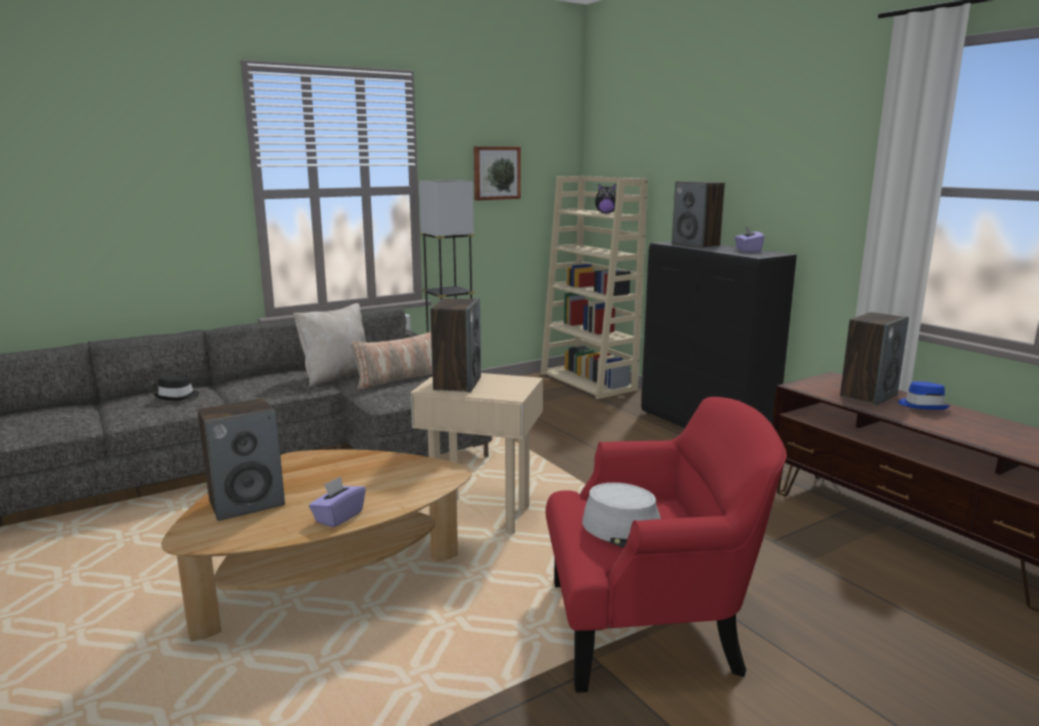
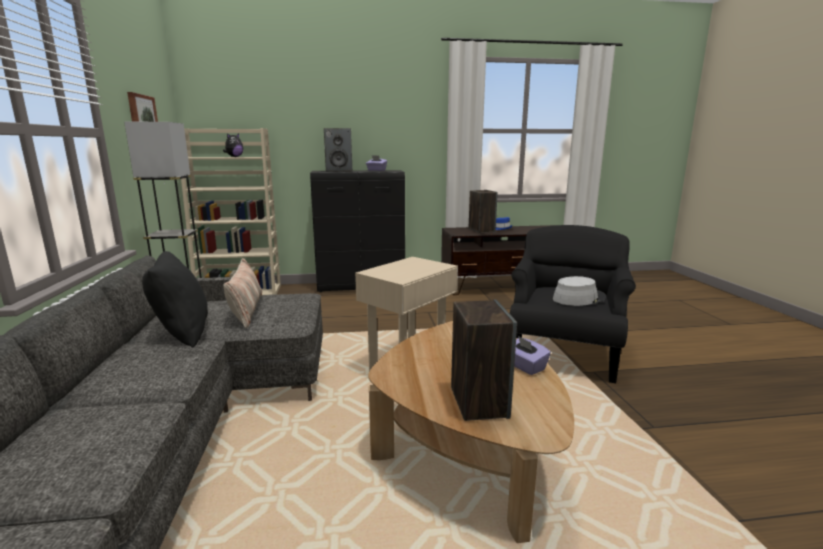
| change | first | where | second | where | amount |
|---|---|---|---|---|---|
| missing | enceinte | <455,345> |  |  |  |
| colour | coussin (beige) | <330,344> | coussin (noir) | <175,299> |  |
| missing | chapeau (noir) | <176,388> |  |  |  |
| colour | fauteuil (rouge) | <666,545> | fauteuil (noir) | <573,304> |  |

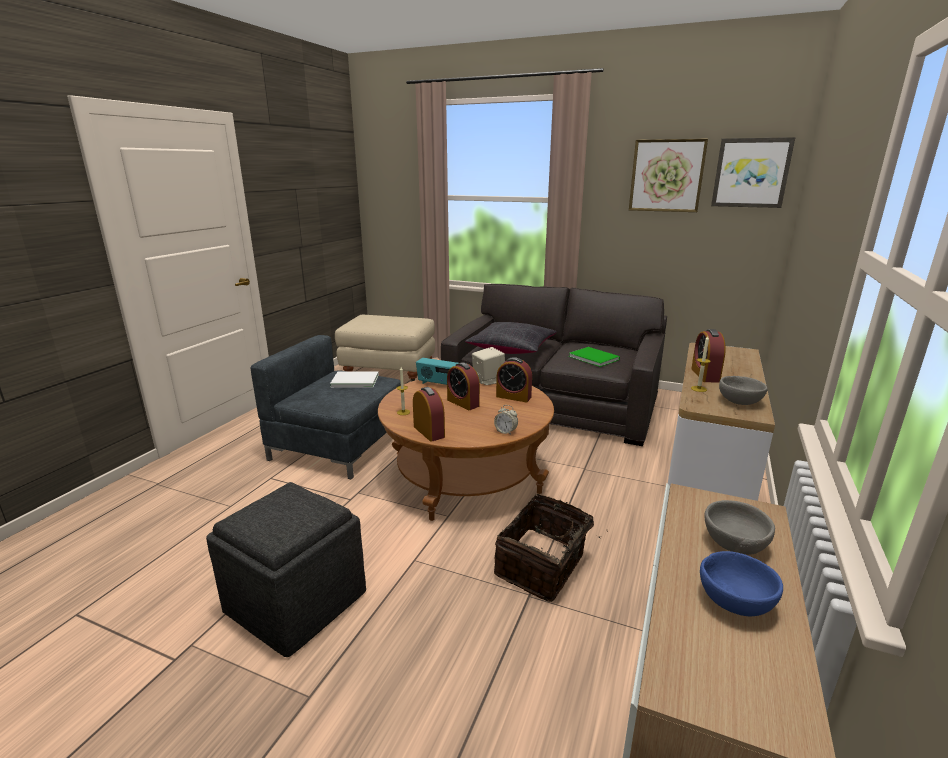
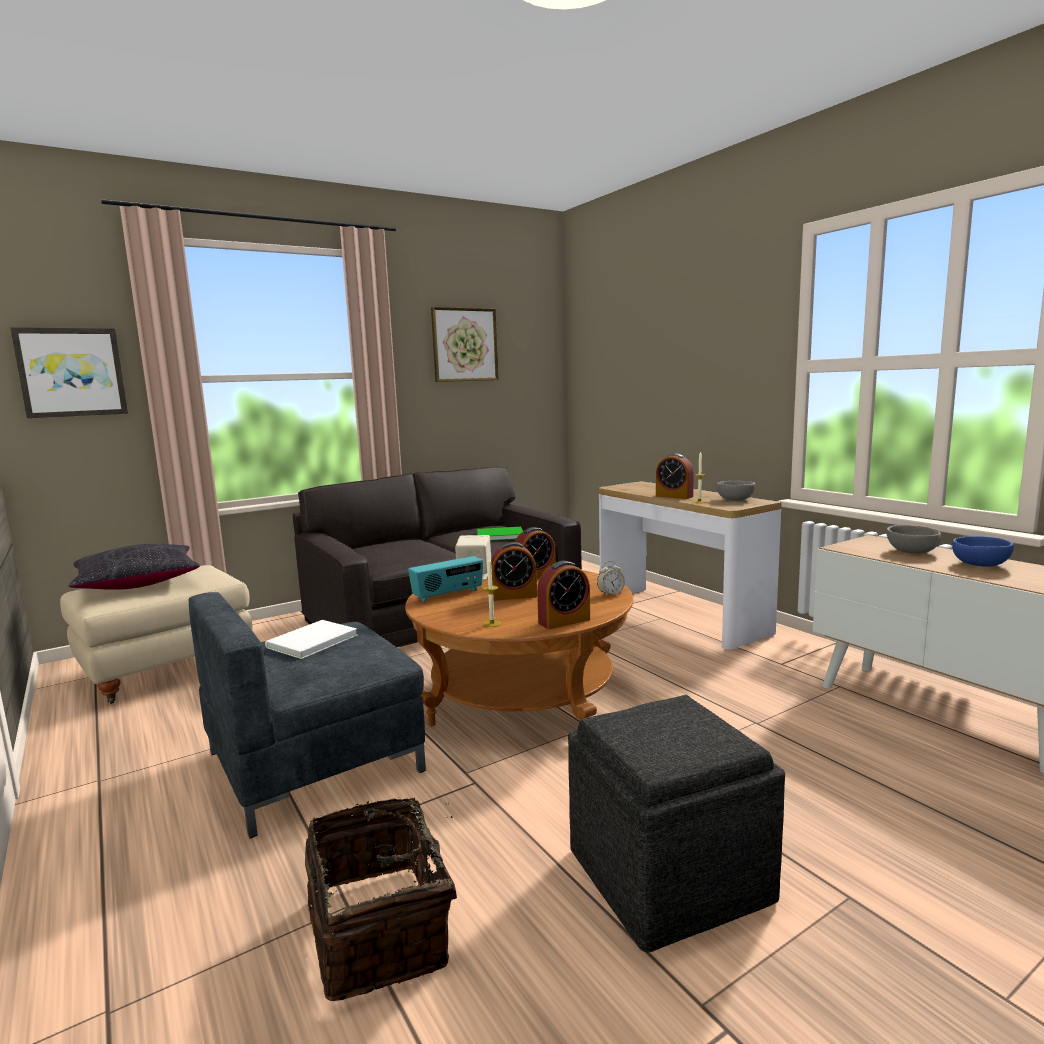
| change | first | where | second | where | amount |
|---|---|---|---|---|---|
| relocated | tableau | <753,172> |  | <69,372> |  |
| relocated | coussin (noir) | <511,338> |  | <134,567> |  |
| spun | réveil | <429,414> |  | <563,595> | 150 degrees clockwise |
| relocated | panier | <551,547> |  | <381,899> |  |

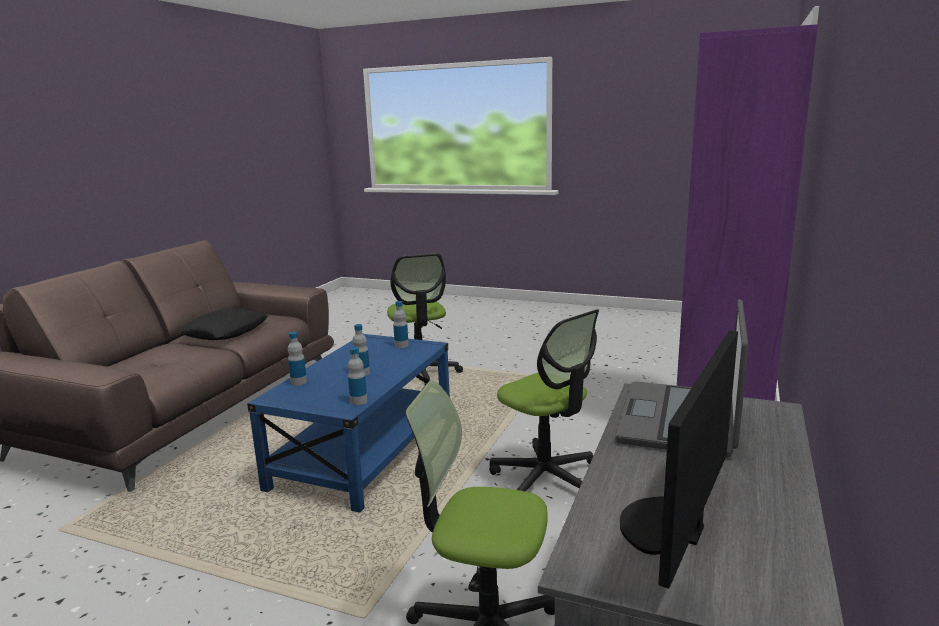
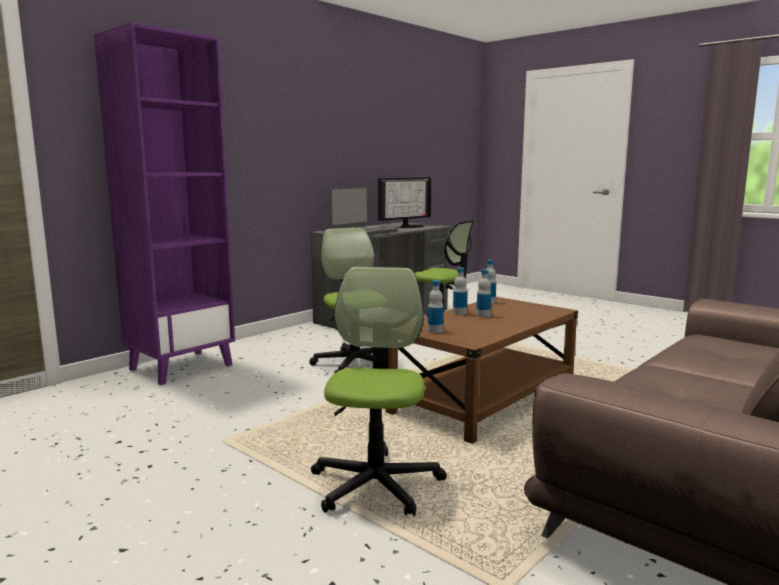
| change | first | where | second | where | amount |
|---|---|---|---|---|---|
| missing | coussin (noir) | <222,324> |  |  |  |
| relocated | bouteille | <297,359> |  | <460,291> |  |
| colour | table basse (bleu) | <348,423> | table basse (marron) | <482,370> |  |

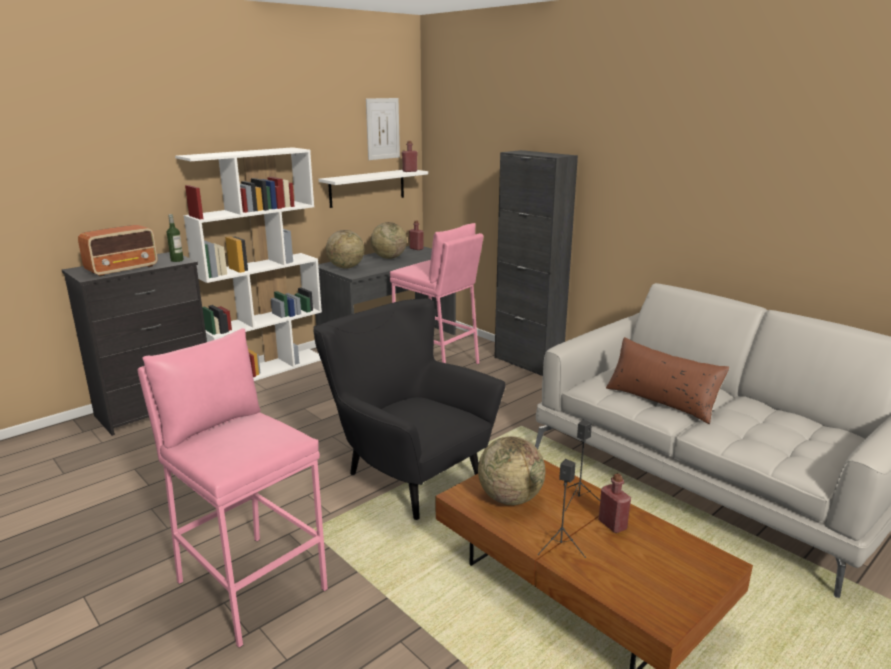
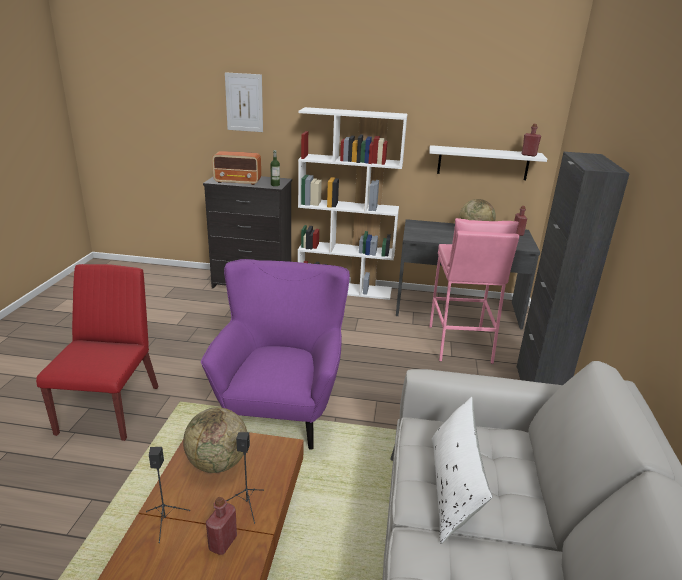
| change | first | where | second | where | amount |
|---|---|---|---|---|---|
| relocated | tableau | <383,129> |  | <244,102> |  |
| missing | globe | <345,249> |  |  |  |
| colour | fauteuil (noir) | <409,409> | fauteuil (violet) | <275,354> |  |
| exchanged | tabouret (rose) | <233,488> | chaise (rouge) | <97,352> |  |
| colour | coussin (marron) | <668,380> | coussin (blanc) | <462,470> |  |

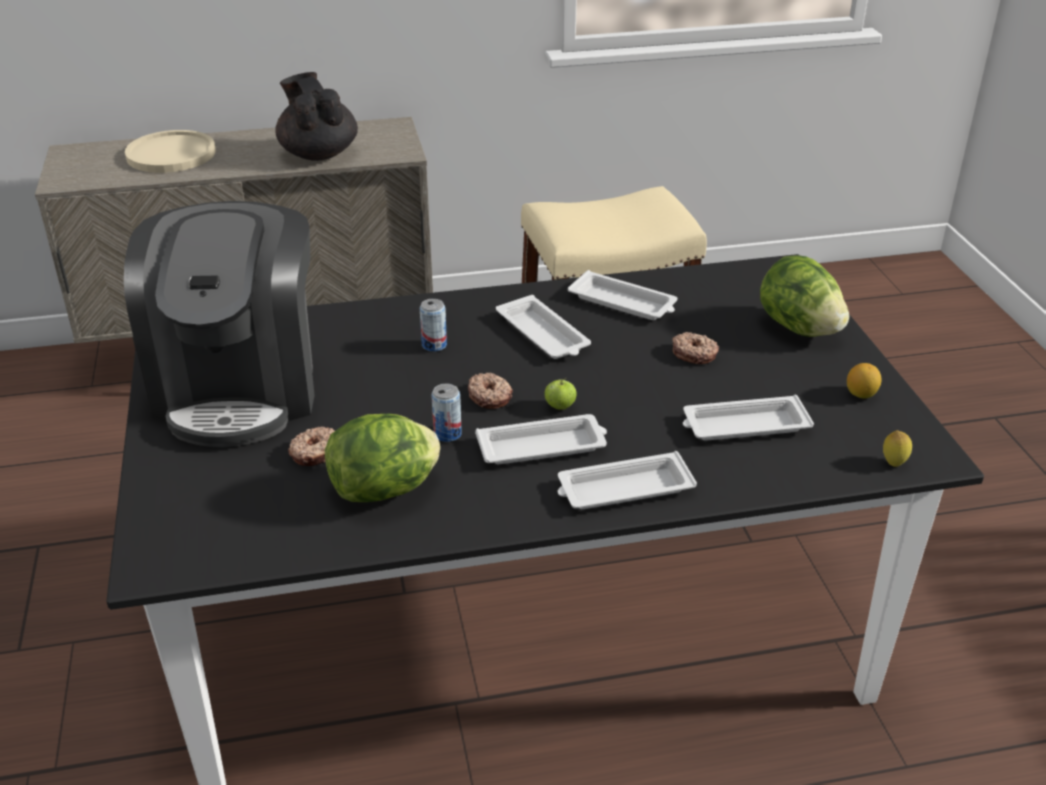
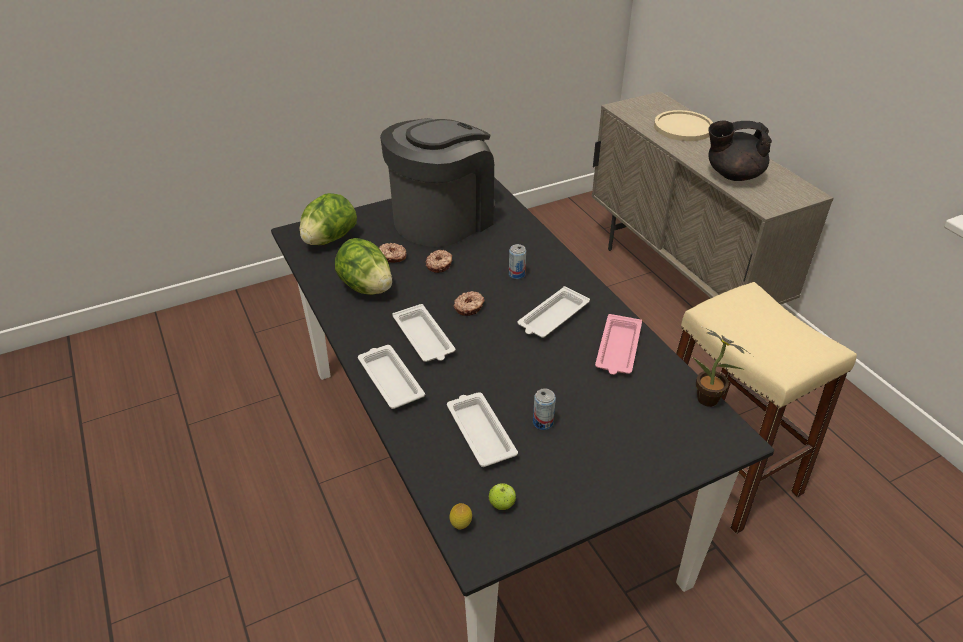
| change | first | where | second | where | amount |
|---|---|---|---|---|---|
| spun | théière (noir) | <316,116> |  | <740,150> | 135 degrees counterclockwise |
| spun | machine à café | <219,324> |  | <437,182> | 150 degrees clockwise |
| relocated | laitue | <804,296> |  | <328,219> |  |
| colour | plateau (blanc) | <622,295> | plateau (rose) | <618,344> |  |
| relocated | beignet | <695,348> |  | <438,261> |  |
| missing | citron | <864,381> |  |  |  |
| relocated | pomme | <560,394> |  | <502,496> |  |
| relocated | boîte métallique | <446,413> |  | <544,409> |  |
| appeared |  |  | plante en pot | <722,366> |  |

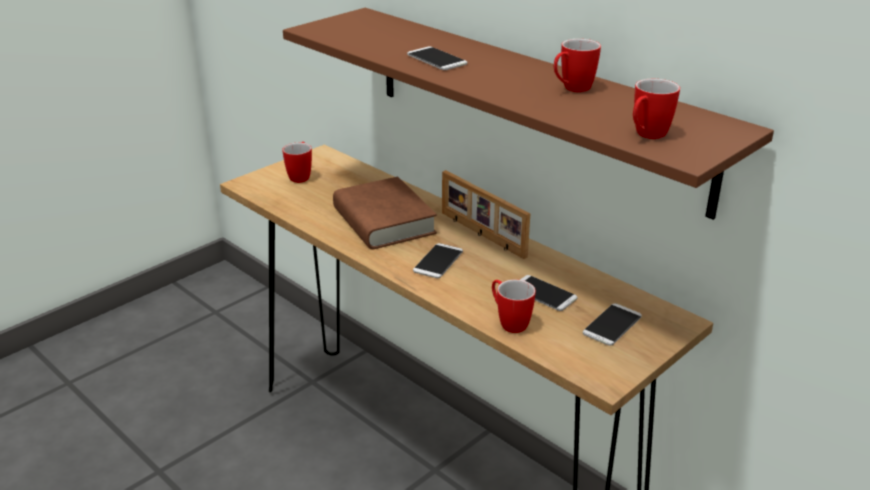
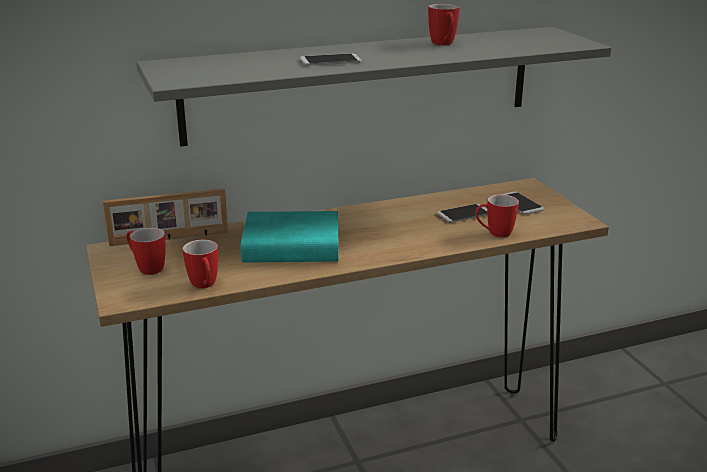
| change | first | where | second | where | amount |
|---|---|---|---|---|---|
| colour | étagère (marron) | <528,114> | étagère (gris) | <374,87> |  |
| relocated | mug | <656,109> |  | <200,264> |  |
| relocated | cadre photo | <486,214> |  | <165,217> |  |
| colour | livre (marron) | <385,213> | livre (turquoise) | <290,237> |  |
| missing | téléphone | <438,260> |  |  |  |

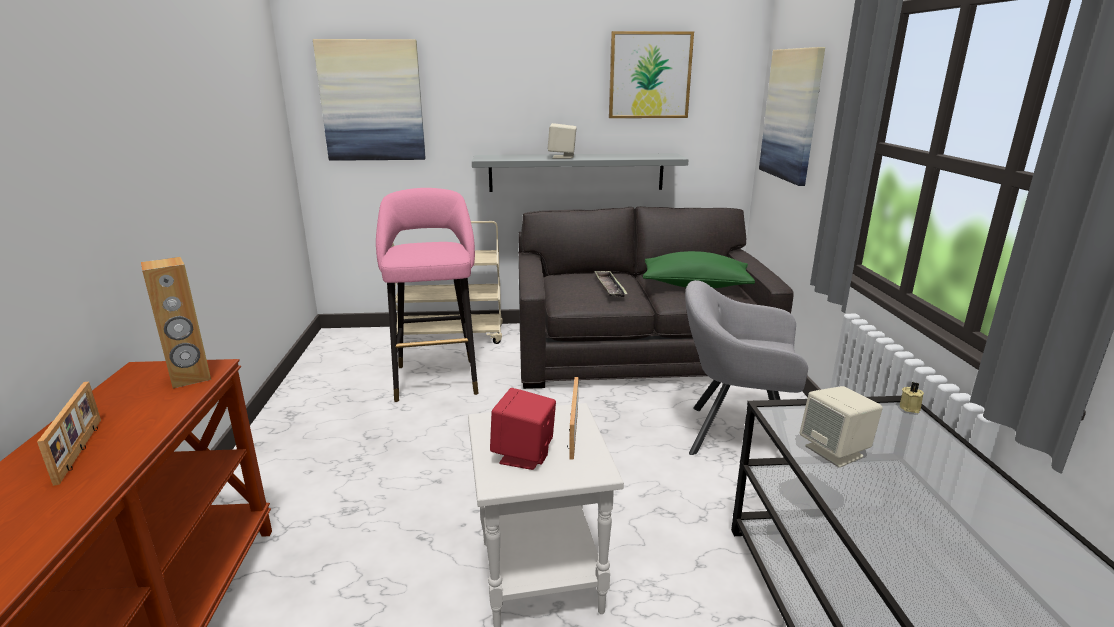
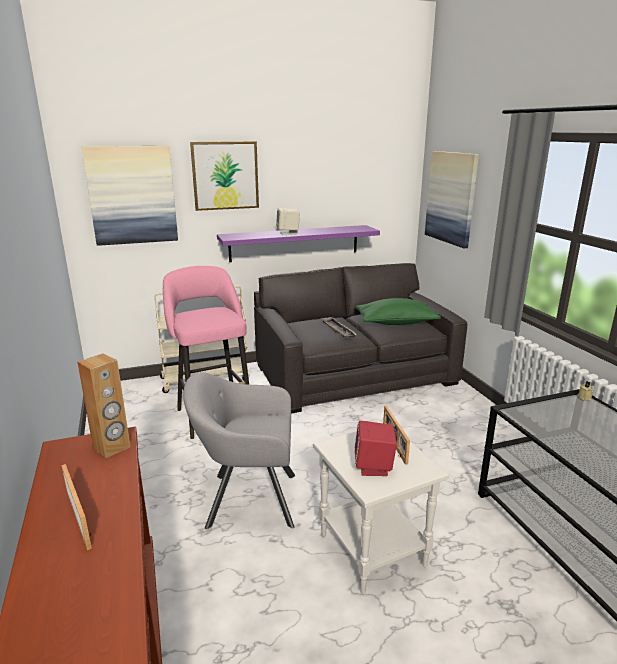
| change | first | where | second | where | amount |
|---|---|---|---|---|---|
| relocated | tableau | <651,74> |  | <224,176> |  |
| colour | étagère (gris) | <580,172> | étagère (violet) | <298,243> |  |
| relocated | fauteuil (gris) | <746,367> |  | <239,450> |  |
| missing | enceinte (beige) | <841,427> |  |  |  |

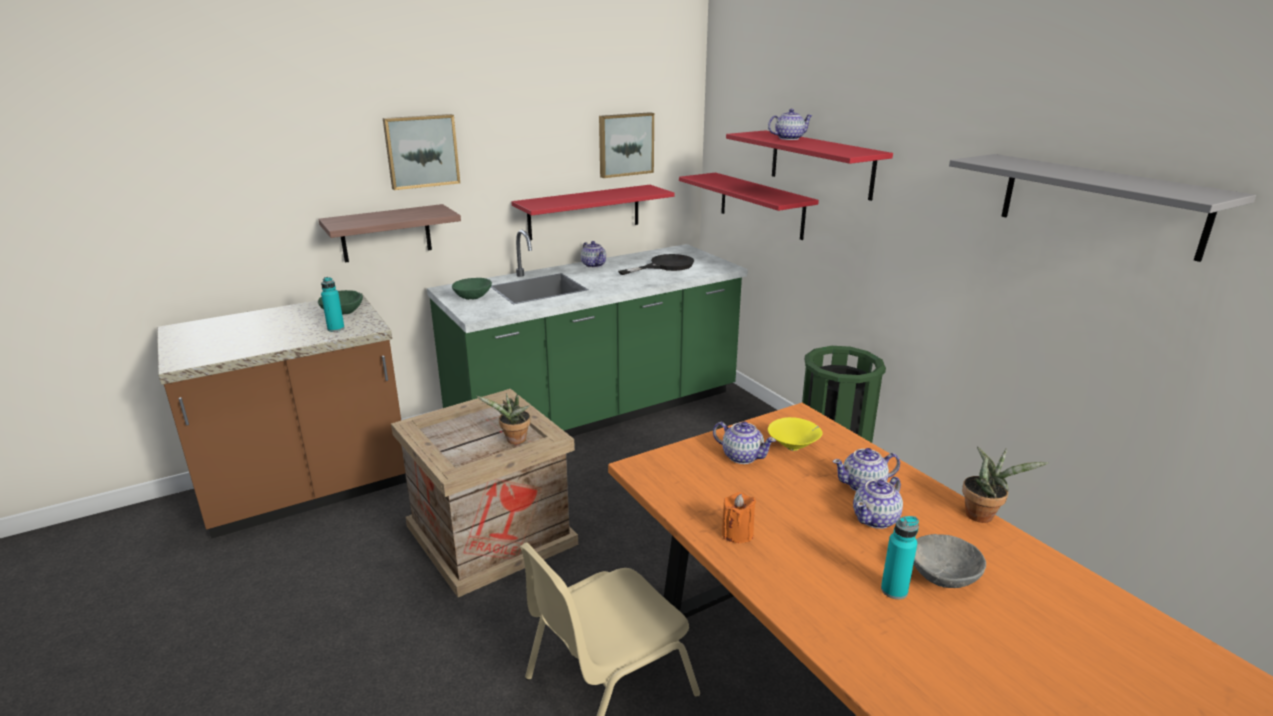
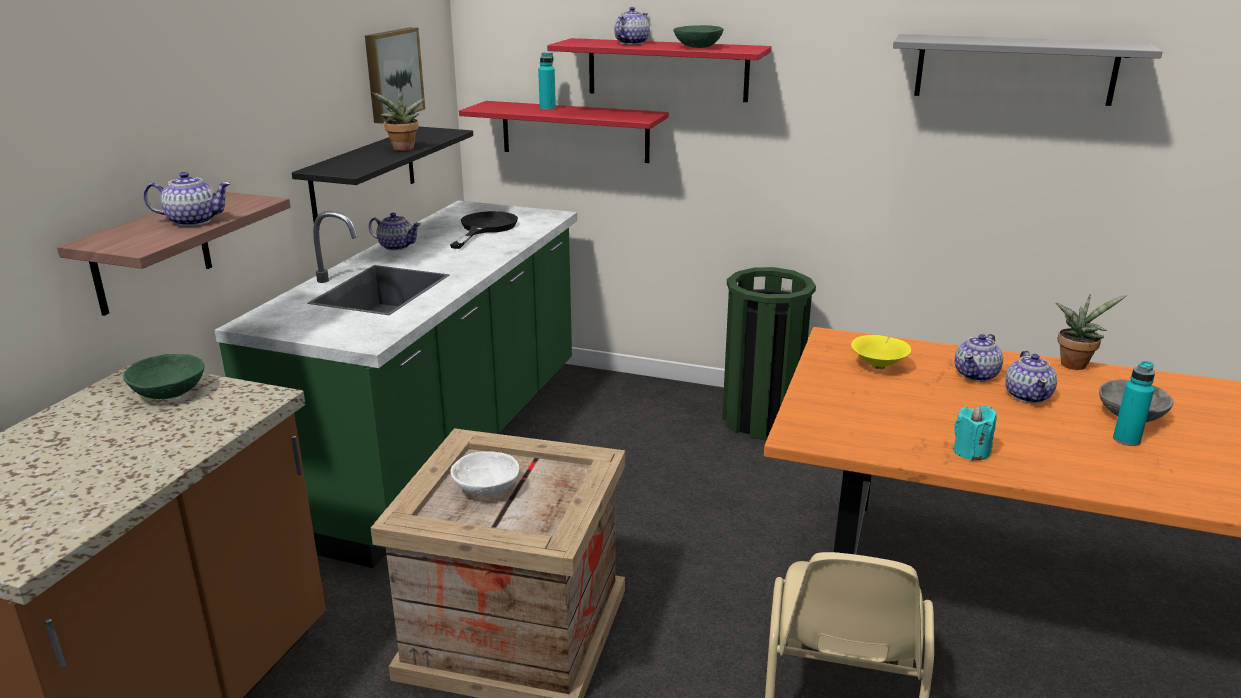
| change | first | where | second | where | amount |
|---|---|---|---|---|---|
| missing | tableau | <421,152> |  |  |  |
| colour | étagère (rouge) | <593,213> | étagère (noir) | <382,174> |  |
| relocated | bouteille (turquoise) | <333,304> |  | <547,81> |  |
| relocated | bol (vert) | <472,289> |  | <698,36> |  |
| relocated | plante en pot | <503,418> |  | <398,119> |  |
| relocated | théière | <744,442> |  | <187,199> |  |
| colour | bougie (orange) | <739,517> | bougie (turquoise) | <975,433> |  |
| appeared |  |  | bol (blanc) | <485,474> |  |

